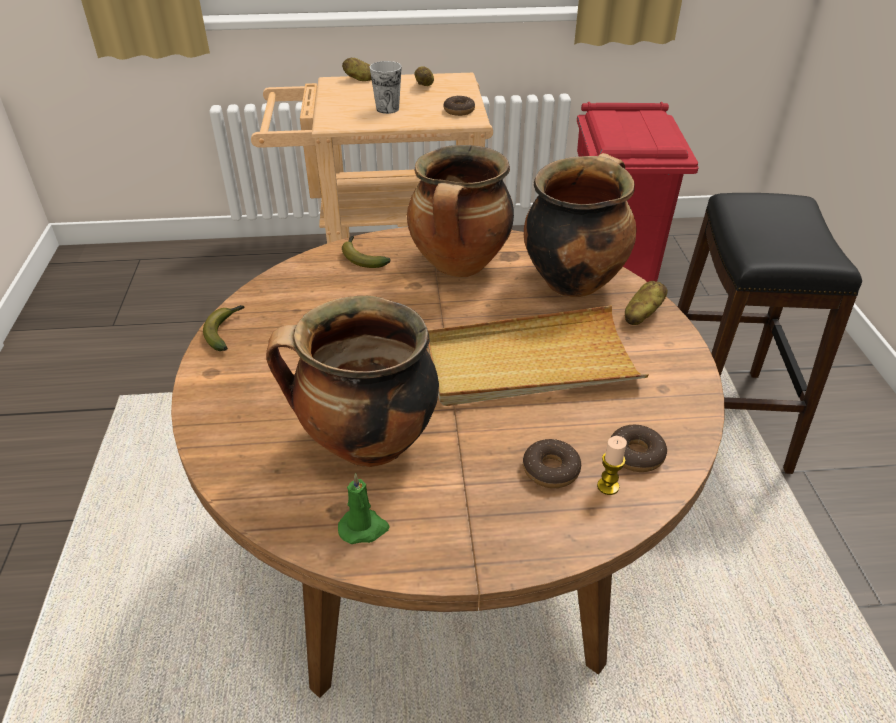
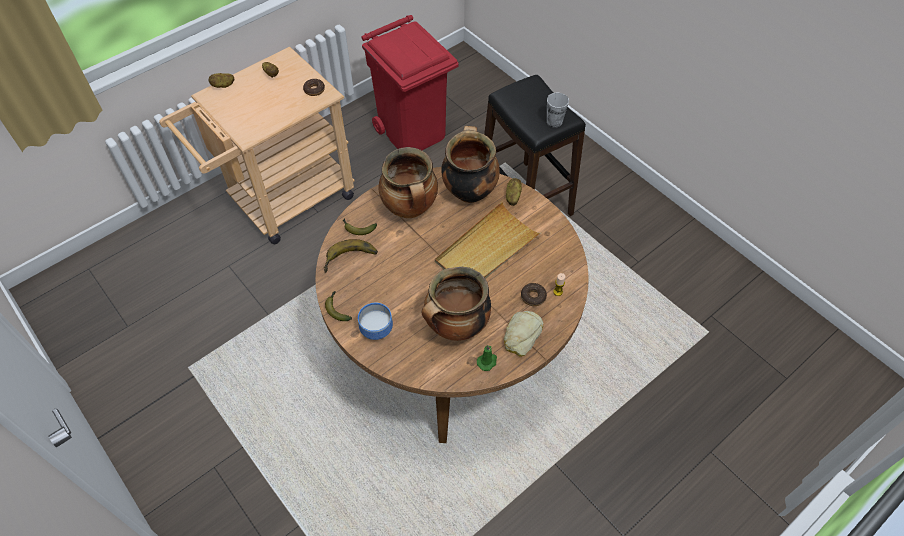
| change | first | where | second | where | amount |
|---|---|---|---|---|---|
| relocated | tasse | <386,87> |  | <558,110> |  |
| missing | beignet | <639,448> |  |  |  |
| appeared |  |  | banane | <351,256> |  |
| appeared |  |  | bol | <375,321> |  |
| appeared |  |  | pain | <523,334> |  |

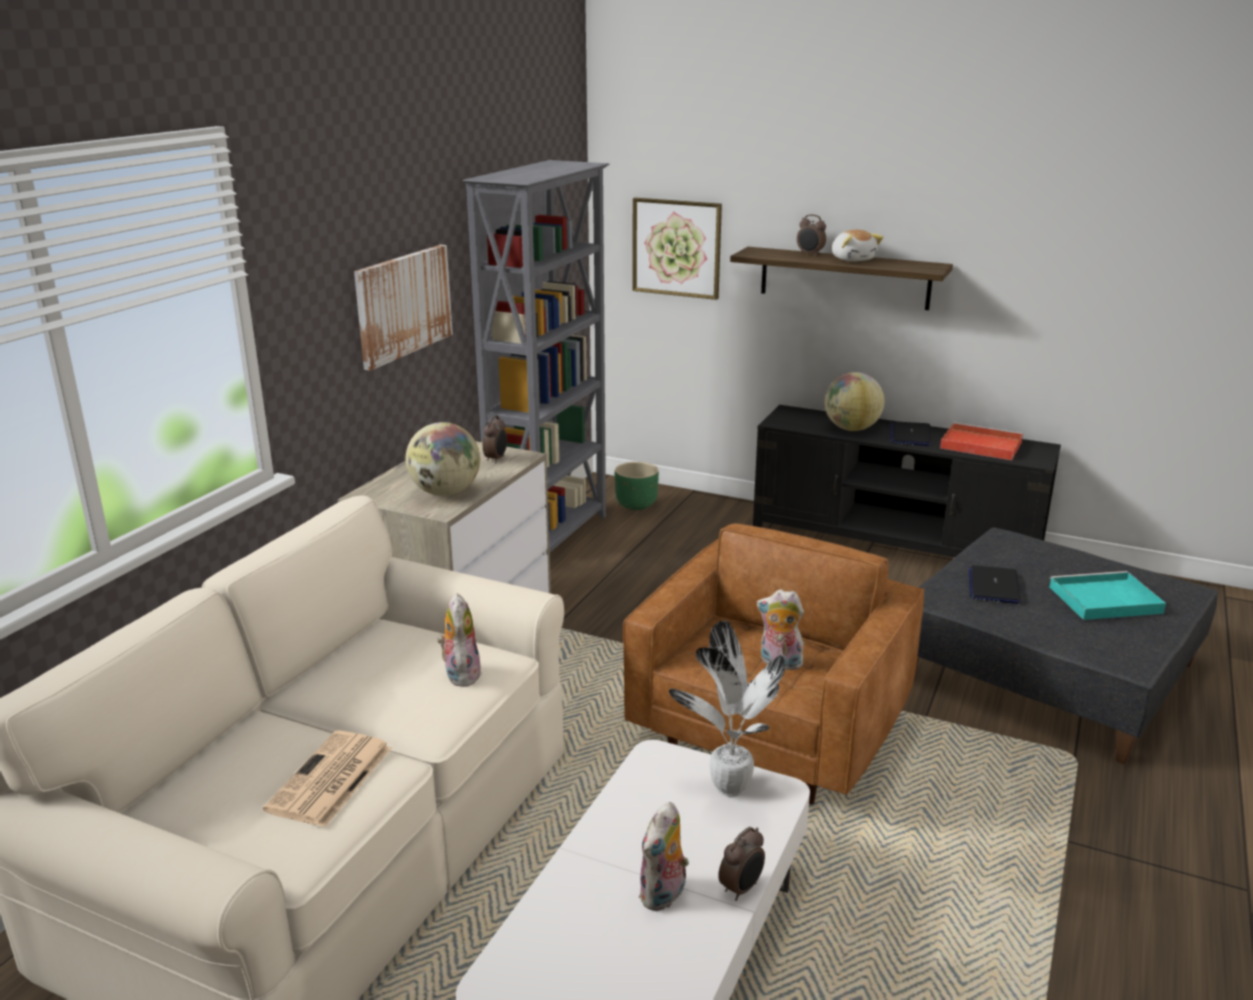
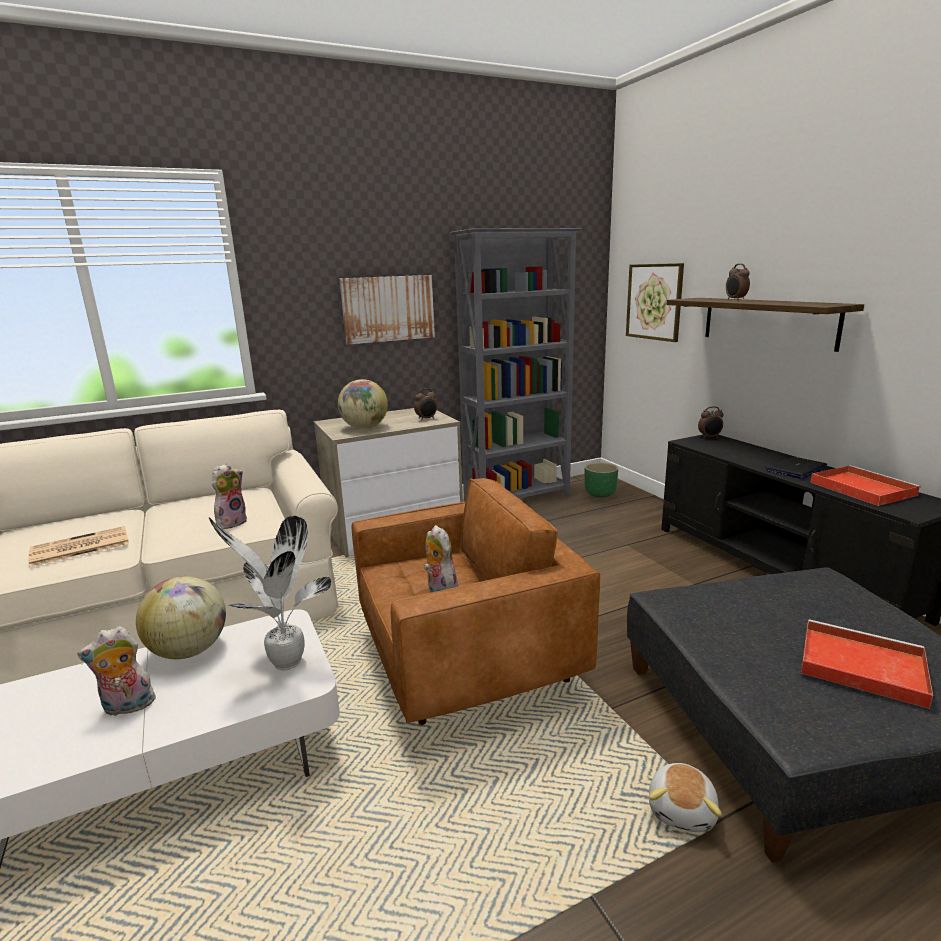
| change | first | where | second | where | amount |
|---|---|---|---|---|---|
| relocated | peluche | <857,246> |  | <685,797> |  |
| relocated | globe | <854,401> |  | <181,617> |  |
| missing | ordinateur portable | <994,584> |  |  |  |
| colour | plateau (turquoise) | <1107,595> | plateau (rouge) | <867,664> |  |
| relocated | réveil | <741,864> |  | <711,422> |  |

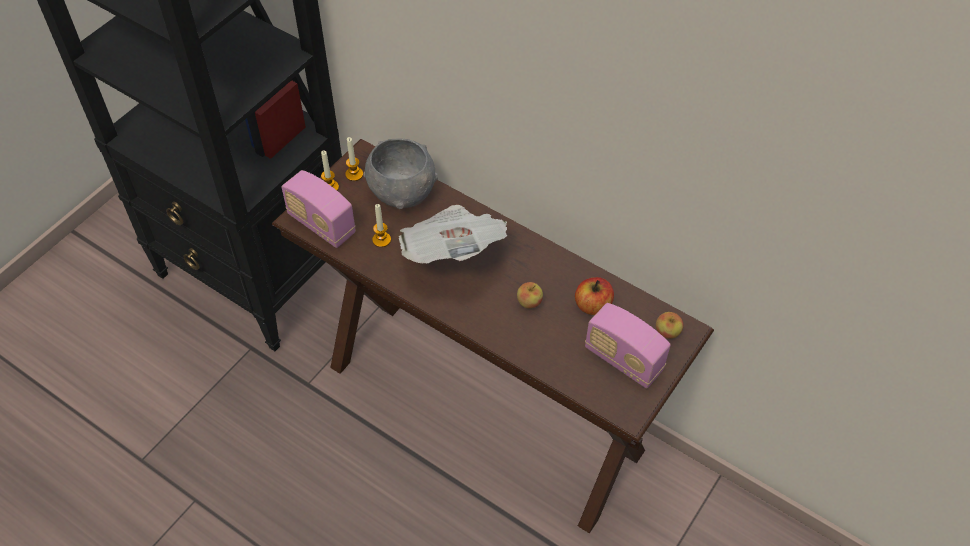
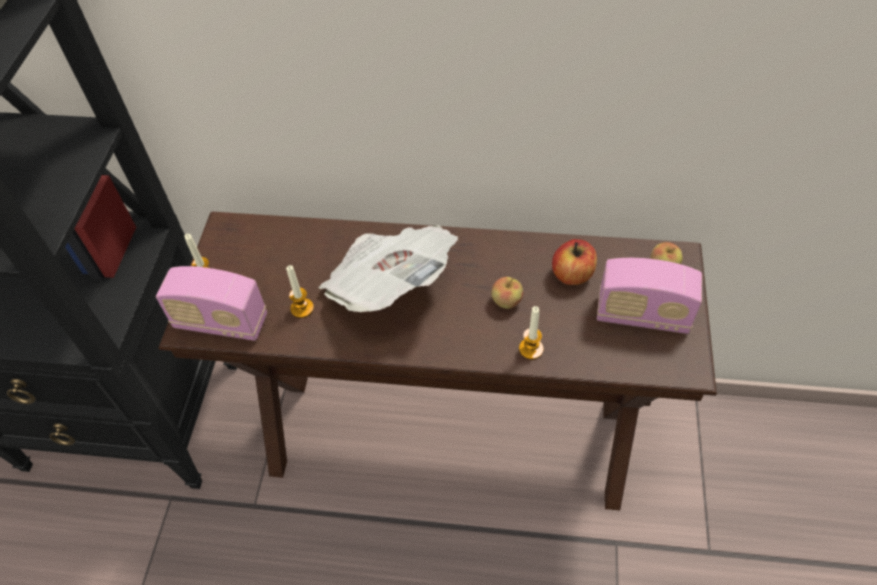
| change | first | where | second | where | amount |
|---|---|---|---|---|---|
| relocated | bougie | <354,159> |  | <531,332> |  |
| missing | bol (gris) | <400,173> |  |  |  |

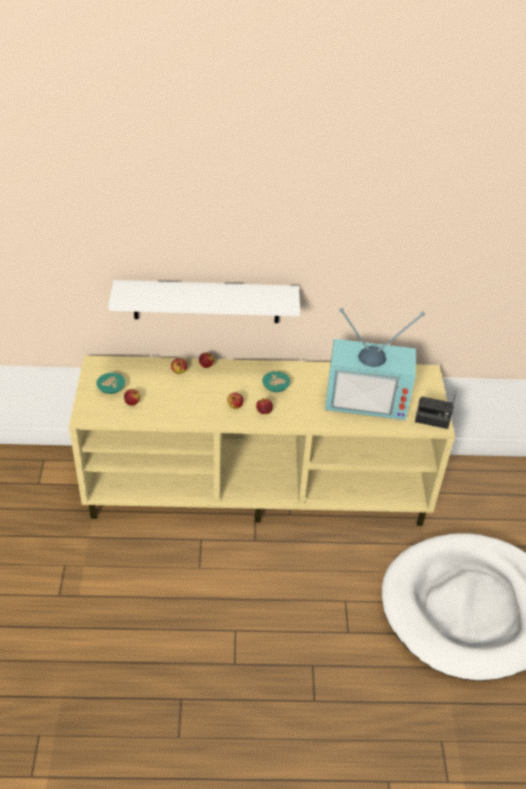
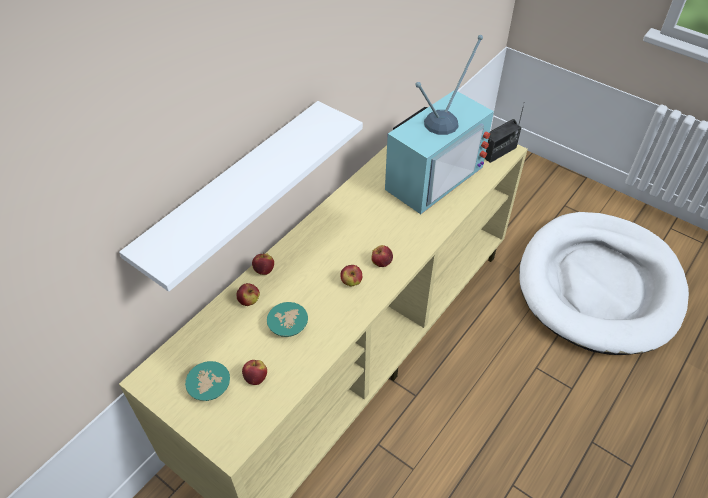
| change | first | where | second | where | amount |
|---|---|---|---|---|---|
| relocated | bol (turquoise) | <276,381> |  | <287,319> |  |

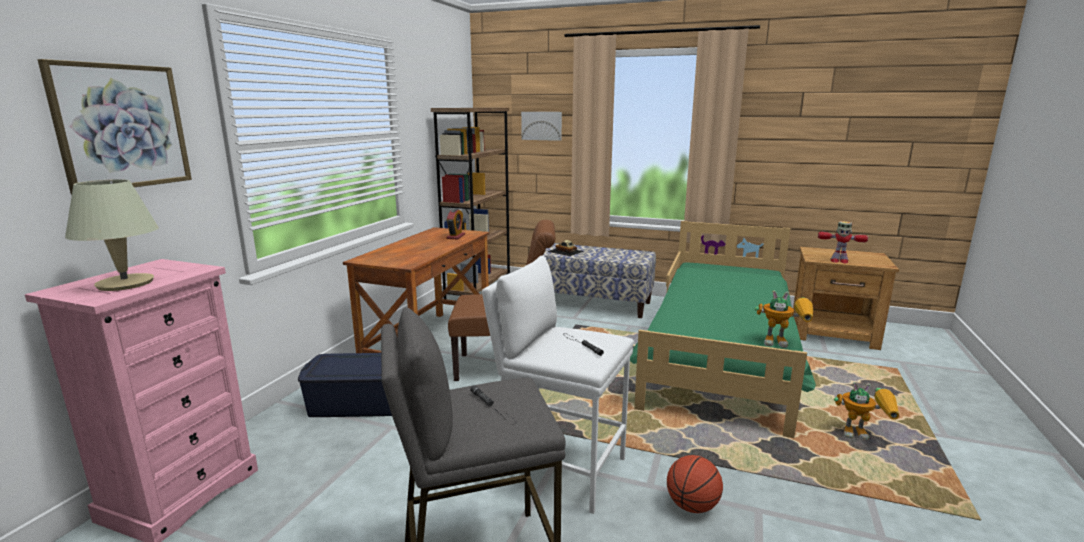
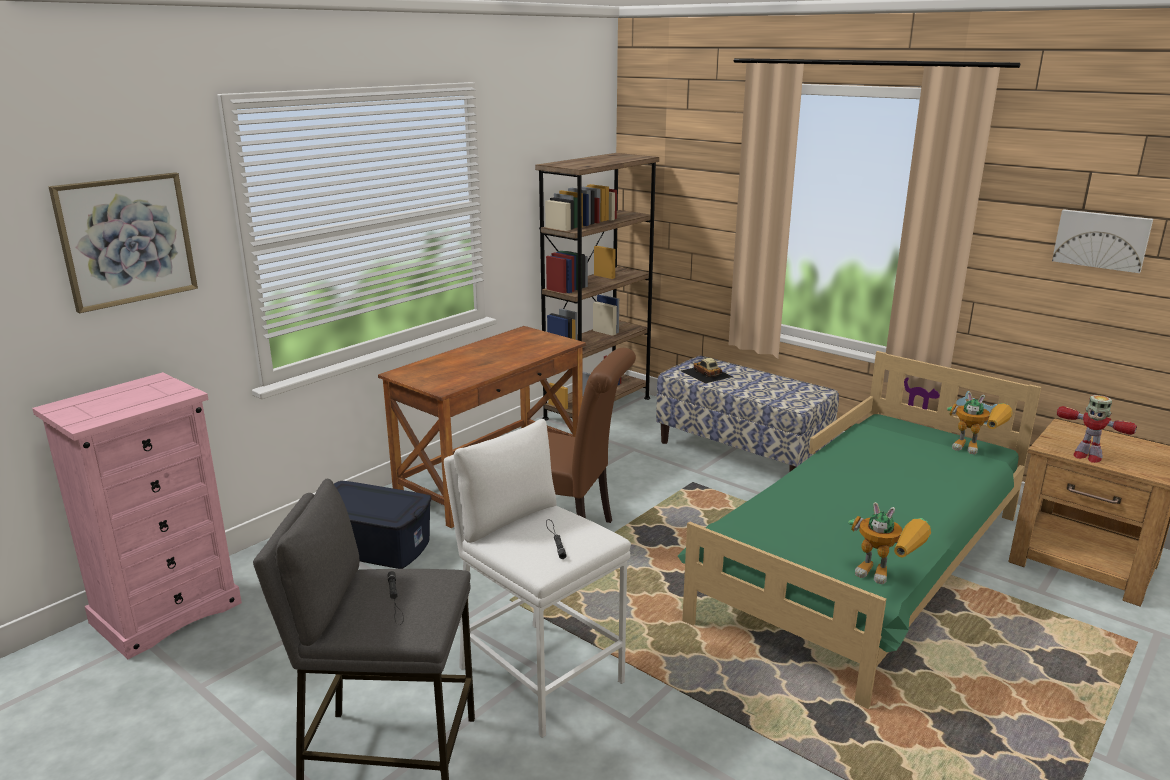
| change | first | where | second | where | amount |
|---|---|---|---|---|---|
| relocated | tableau | <541,126> |  | <1102,241> |  |
| missing | lampe de table (beige) | <112,235> |  |  |  |
| missing | réveil | <455,224> |  |  |  |
| relocated | robot jouet | <866,411> |  | <980,423> |  |
| missing | ballon de basket | <695,484> |  |  |  |

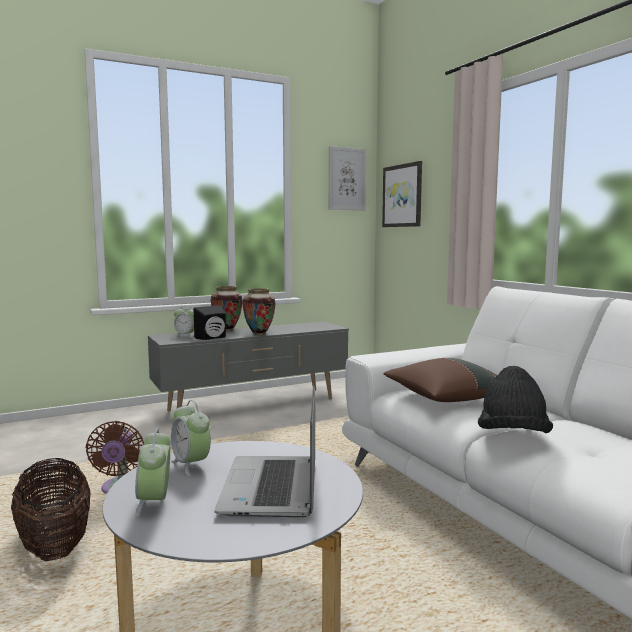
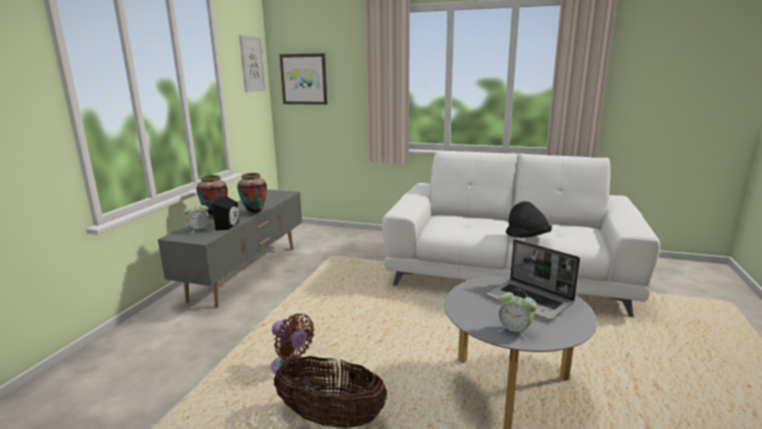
| change | first | where | second | where | amount |
|---|---|---|---|---|---|
| missing | coussin (marron) | <440,380> |  |  |  |
| missing | réveil | <191,438> |  |  |  |

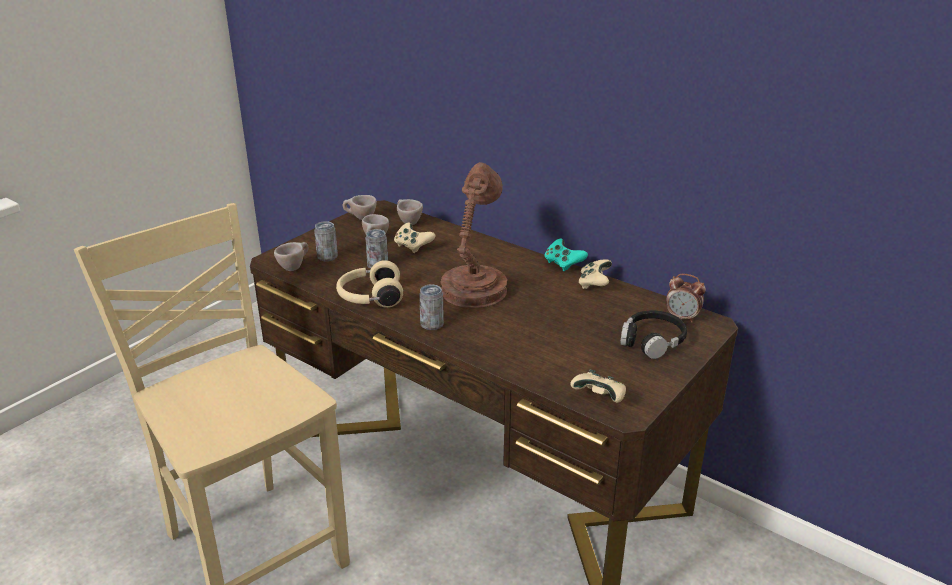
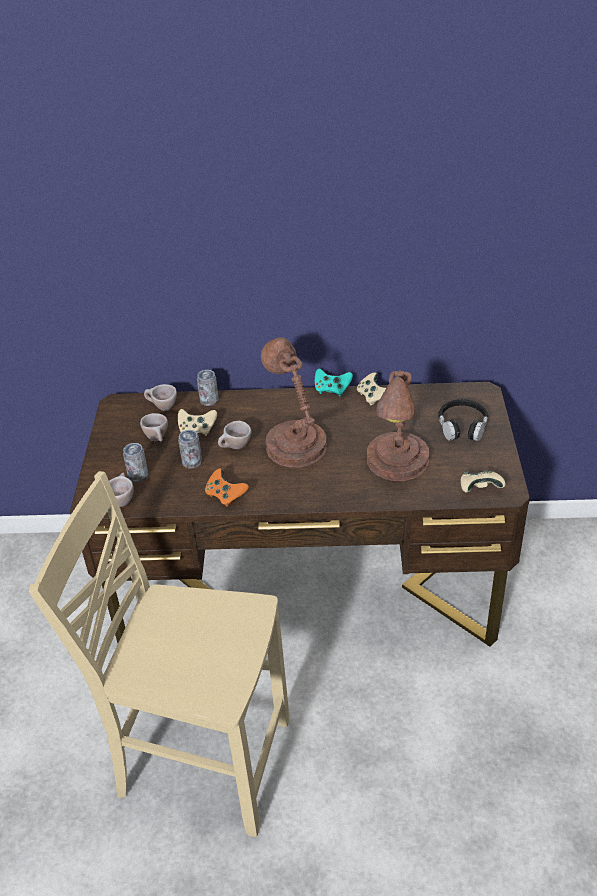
| change | first | where | second | where | amount |
|---|---|---|---|---|---|
| relocated | tasse (beige) | <360,207> |  | <235,435> |  |
| exchanged | casque audio (beige) | <369,284> | manette (orange) | <227,487> |  |
| missing | réveil | <686,298> |  |  |  |
| relocated | boîte métallique | <431,307> |  | <208,388> |  |
| appeared |  |  | lampe de table (marron) | <398,426> |  |

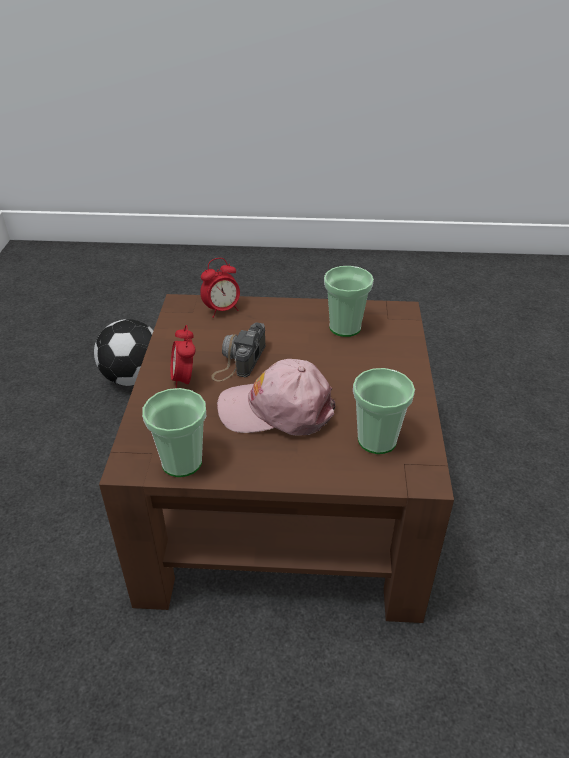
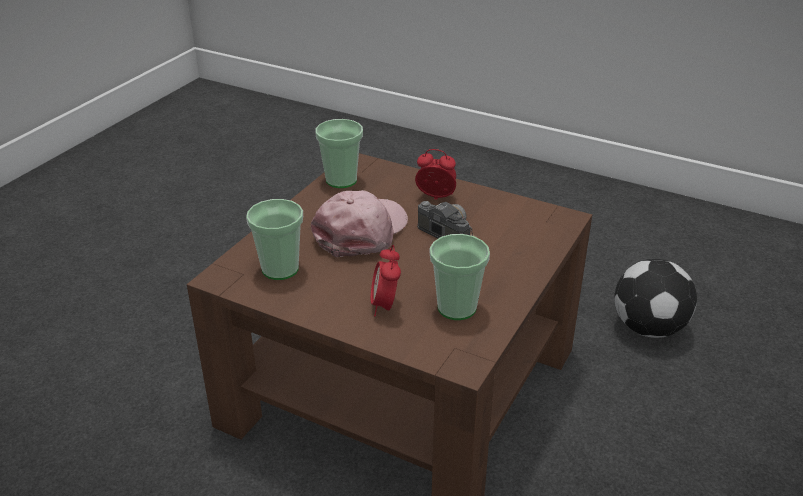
| change | first | where | second | where | amount |
|---|---|---|---|---|---|
| relocated | réveil | <220,288> |  | <386,281> |  |

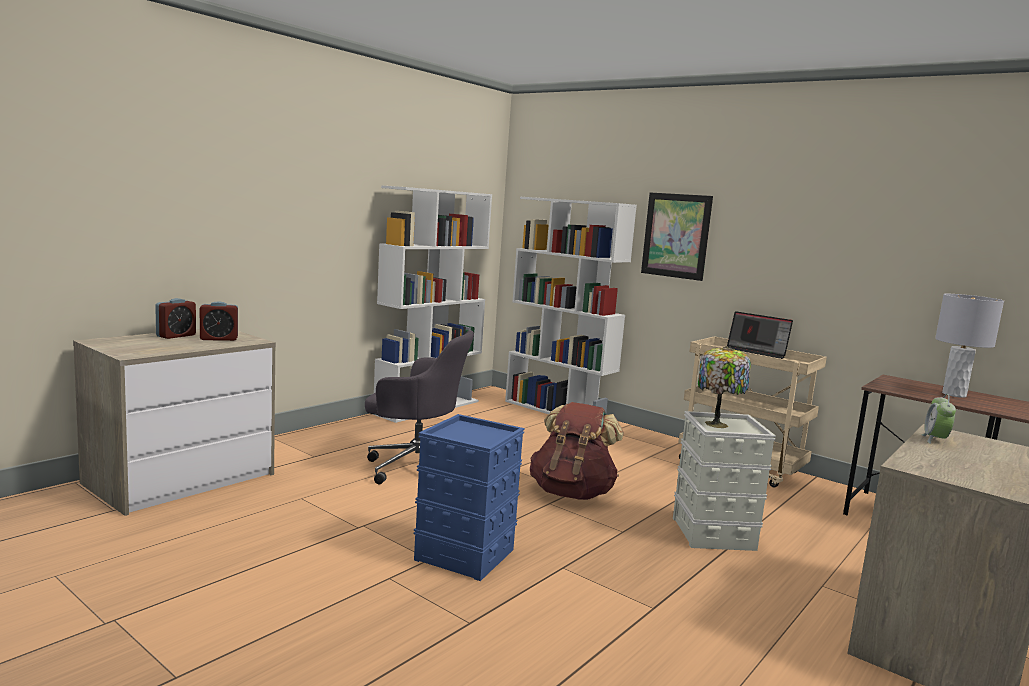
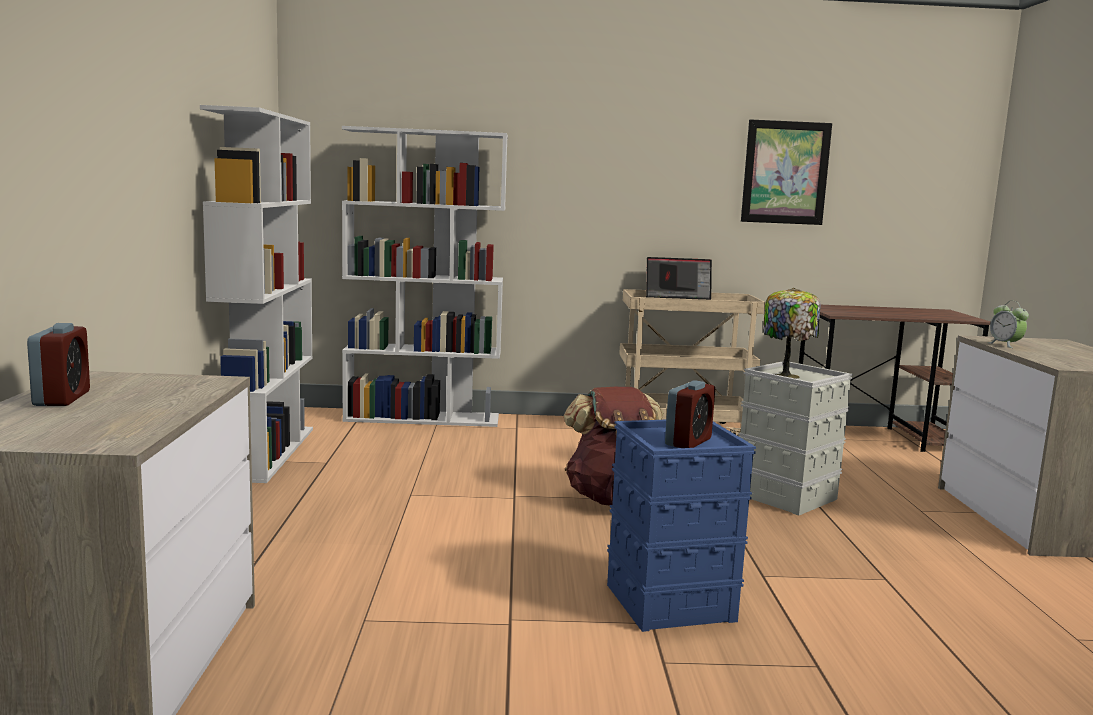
| change | first | where | second | where | amount |
|---|---|---|---|---|---|
| relocated | tableau | <677,236> |  | <786,172> |  |
| missing | lampe de table (gris) | <969,346> |  |  |  |
| relocated | réveil | <219,321> |  | <690,414> |  |
| missing | chaise de bureau (gris) | <419,407> |  |  |  |

